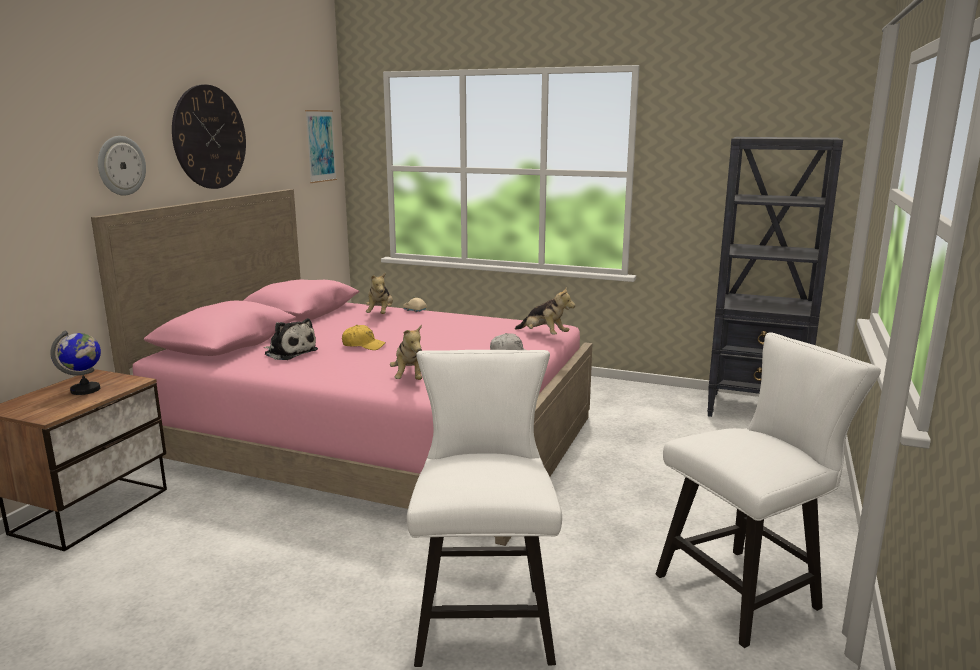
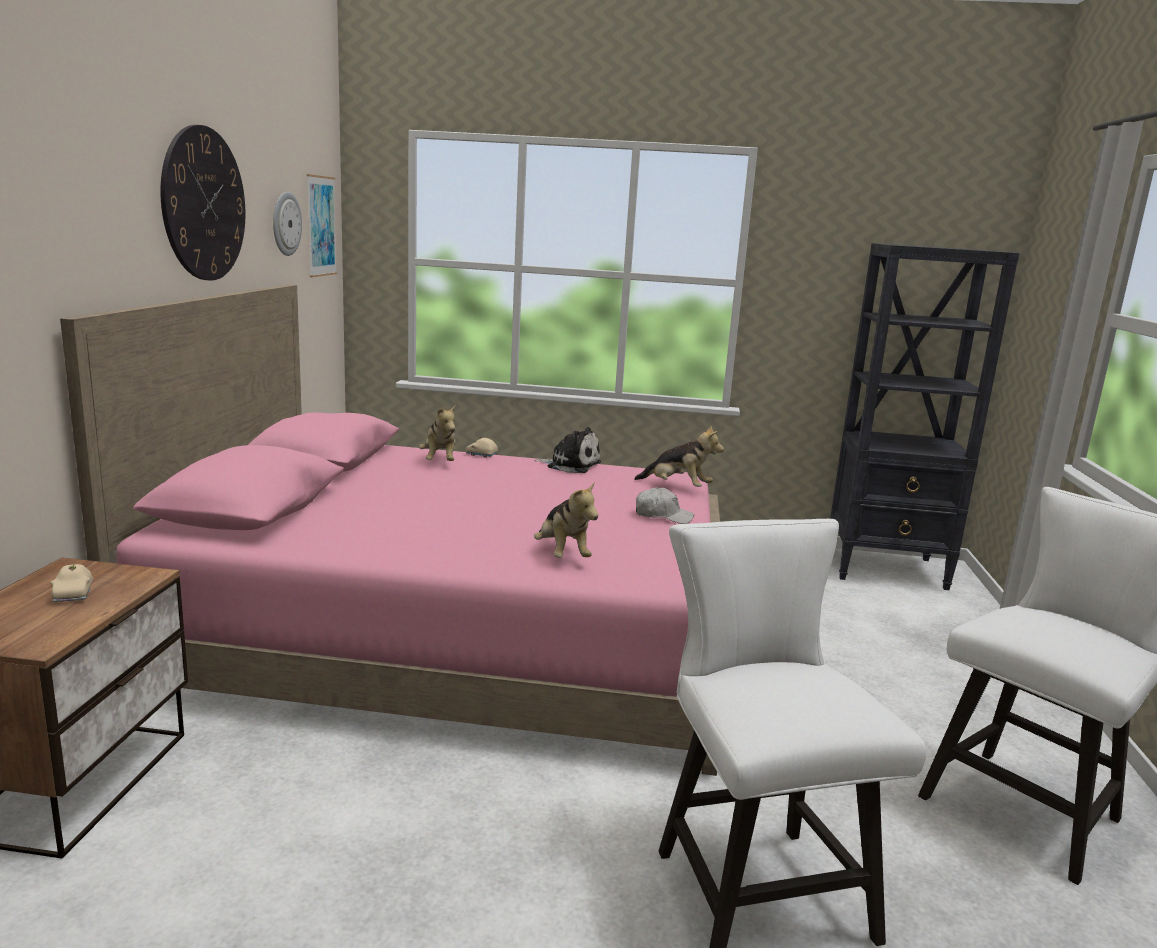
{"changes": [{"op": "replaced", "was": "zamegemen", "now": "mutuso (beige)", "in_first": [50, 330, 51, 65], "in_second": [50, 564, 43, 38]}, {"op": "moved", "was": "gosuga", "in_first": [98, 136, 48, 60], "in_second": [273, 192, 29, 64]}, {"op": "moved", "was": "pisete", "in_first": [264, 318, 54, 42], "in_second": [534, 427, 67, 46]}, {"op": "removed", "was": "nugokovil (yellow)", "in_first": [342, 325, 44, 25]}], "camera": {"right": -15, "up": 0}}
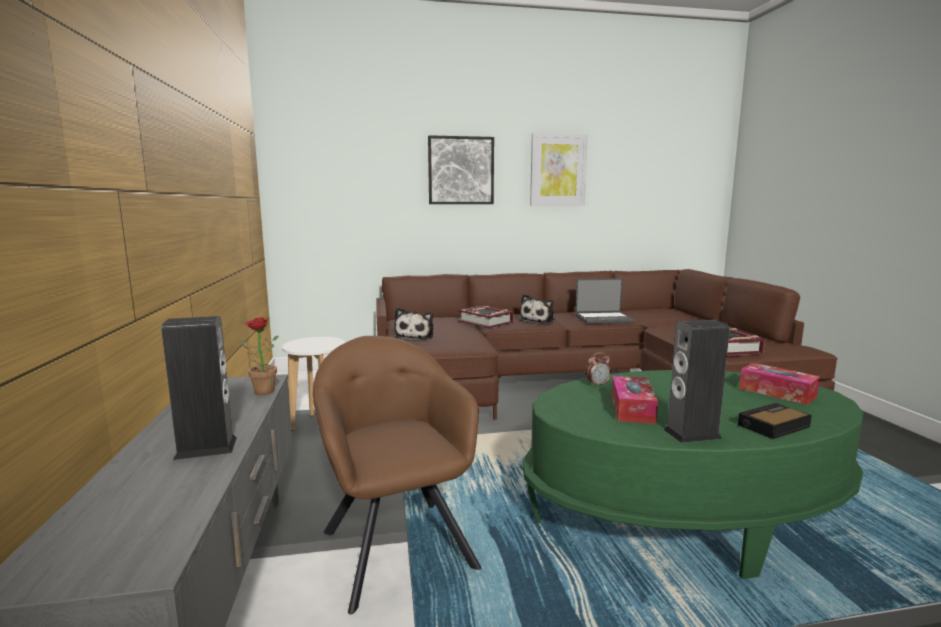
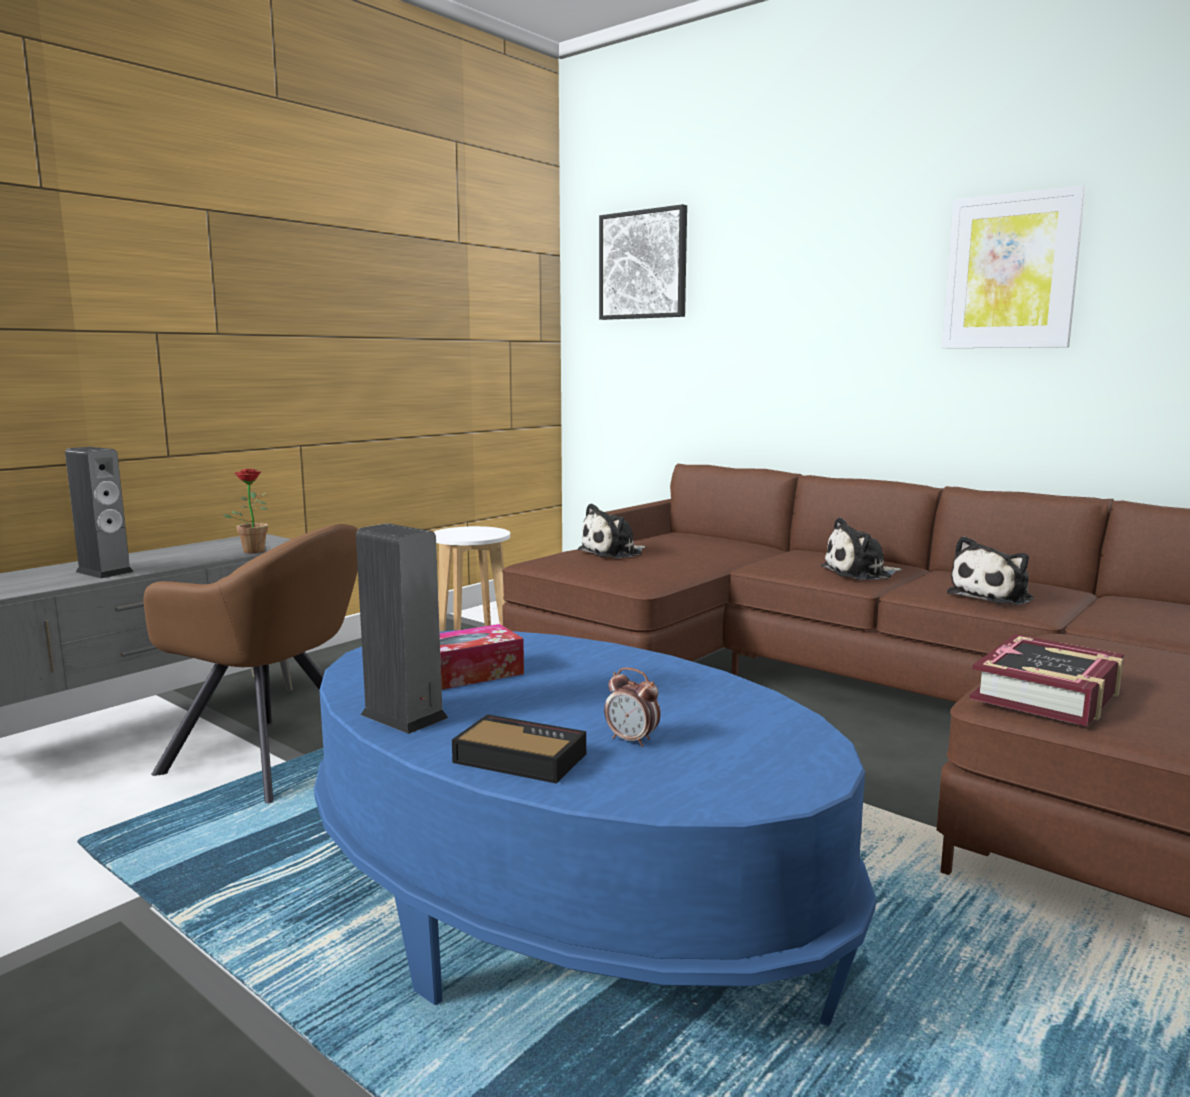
{"changes": [{"op": "turned", "was": "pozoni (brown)", "in_first": [313, 336, 168, 278], "in_second": [143, 524, 215, 279], "clockwise": 90}, {"op": "recoloured", "was": "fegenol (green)", "now": "fegenol (blue)", "in_first": [523, 370, 341, 209], "in_second": [314, 630, 562, 396]}, {"op": "moved", "was": "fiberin", "in_first": [428, 135, 66, 69], "in_second": [599, 204, 88, 116]}, {"op": "moved", "was": "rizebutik", "in_first": [586, 352, 25, 34], "in_second": [604, 668, 56, 79]}, {"op": "replaced", "was": "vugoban", "now": "pisete", "in_first": [575, 278, 59, 46], "in_second": [947, 536, 86, 69]}, {"op": "removed", "was": "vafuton", "in_first": [458, 306, 56, 23]}, {"op": "removed", "was": "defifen", "in_first": [739, 363, 81, 42]}], "camera": {"right": 50, "up": 0}}
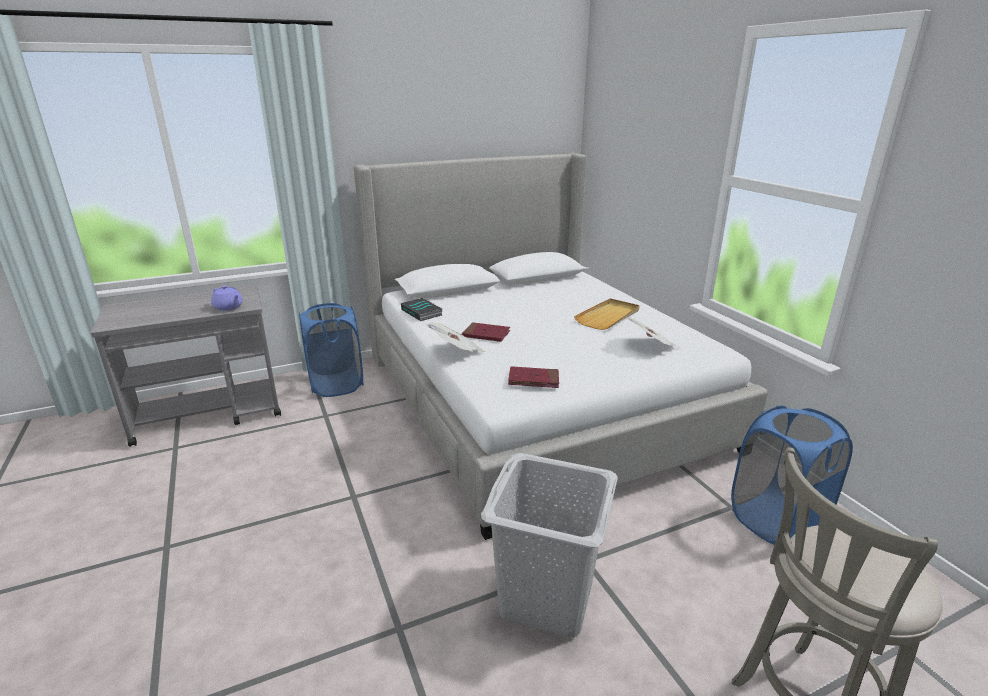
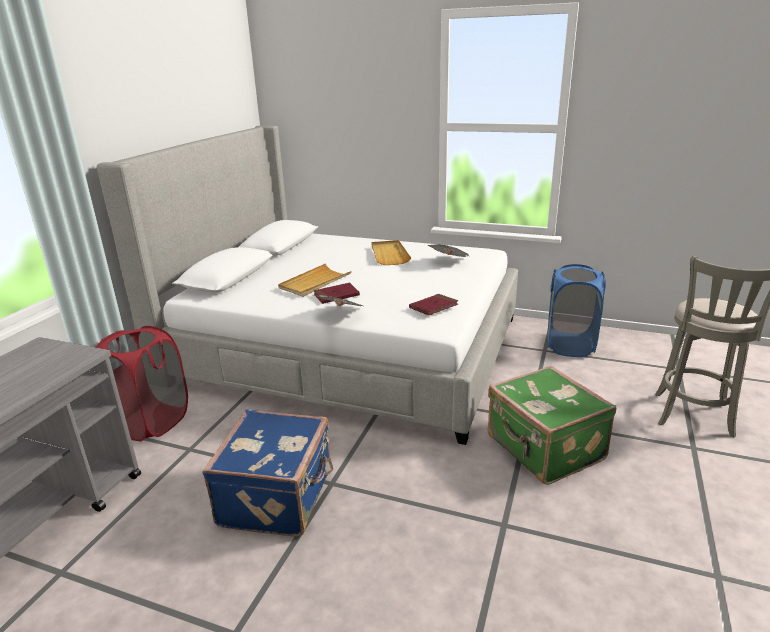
{"changes": [{"op": "recoloured", "was": "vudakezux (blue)", "now": "vudakezux (red)", "in_first": [299, 303, 64, 94], "in_second": [96, 326, 92, 115]}, {"op": "added", "now": "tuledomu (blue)", "in_second": [202, 409, 131, 128]}, {"op": "added", "now": "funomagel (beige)", "in_second": [278, 263, 74, 34]}, {"op": "replaced", "was": "vudakezux (grey)", "now": "tuledomu (green)", "in_first": [481, 453, 137, 185], "in_second": [488, 366, 128, 119]}, {"op": "removed", "was": "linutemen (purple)", "in_first": [211, 285, 32, 26]}, {"op": "removed", "was": "vafuton", "in_first": [401, 298, 41, 23]}], "camera": {"right": -45, "up": 0}}
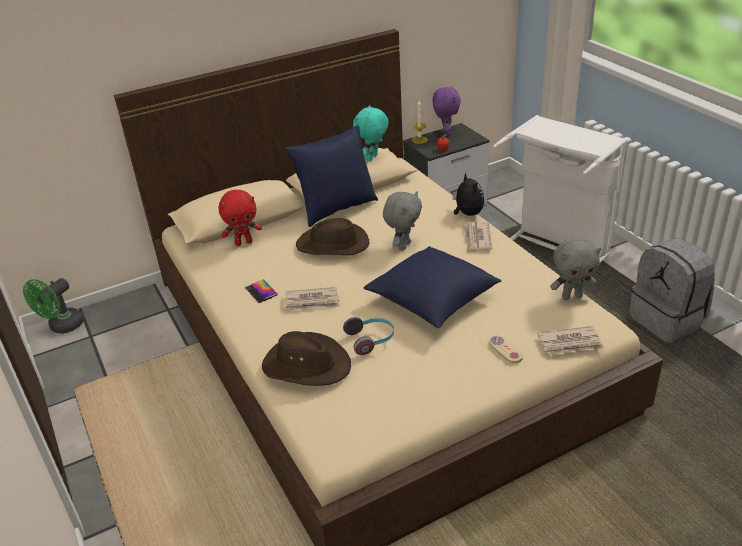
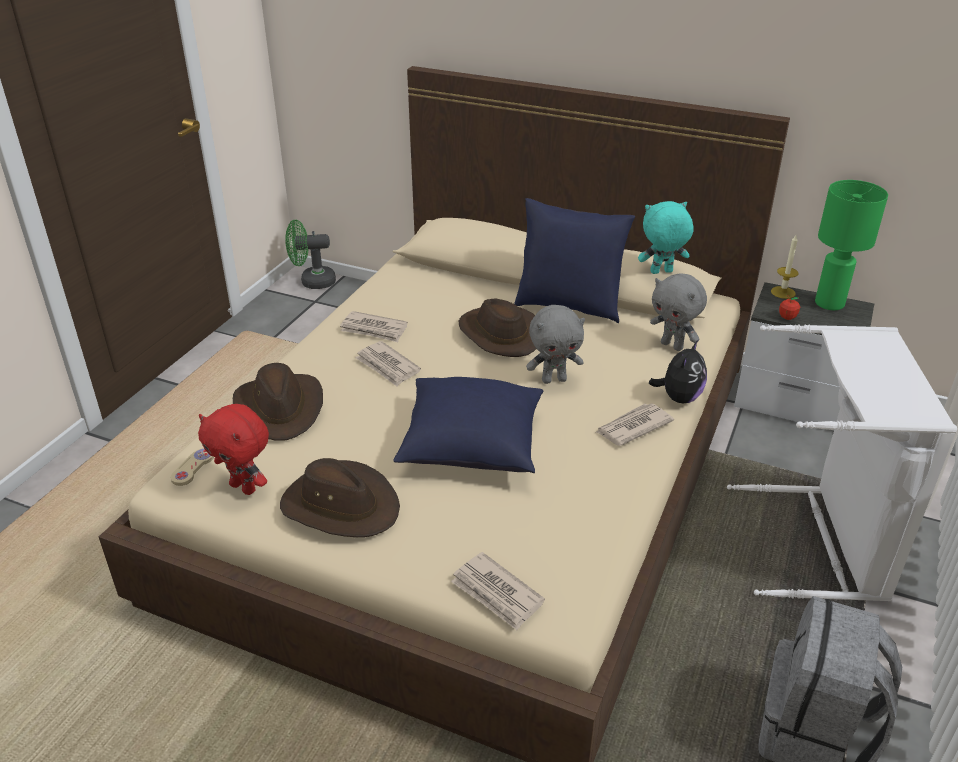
{"changes": [{"op": "moved", "was": "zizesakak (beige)", "in_first": [489, 336, 34, 27], "in_second": [171, 448, 43, 38]}, {"op": "moved", "was": "pisete (red)", "in_first": [219, 190, 43, 56], "in_second": [198, 404, 71, 91]}, {"op": "added", "now": "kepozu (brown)", "in_second": [280, 458, 120, 79]}, {"op": "replaced", "was": "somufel", "now": "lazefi", "in_first": [245, 279, 33, 24], "in_second": [340, 311, 68, 31]}, {"op": "moved", "was": "pisete (grey)", "in_first": [550, 237, 51, 63], "in_second": [650, 273, 57, 78]}, {"op": "replaced", "was": "pisete (purple)", "now": "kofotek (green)", "in_first": [433, 86, 28, 50], "in_second": [815, 180, 73, 130]}, {"op": "removed", "was": "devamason", "in_first": [343, 317, 51, 38]}], "camera": {"right": 50, "up": 0}}
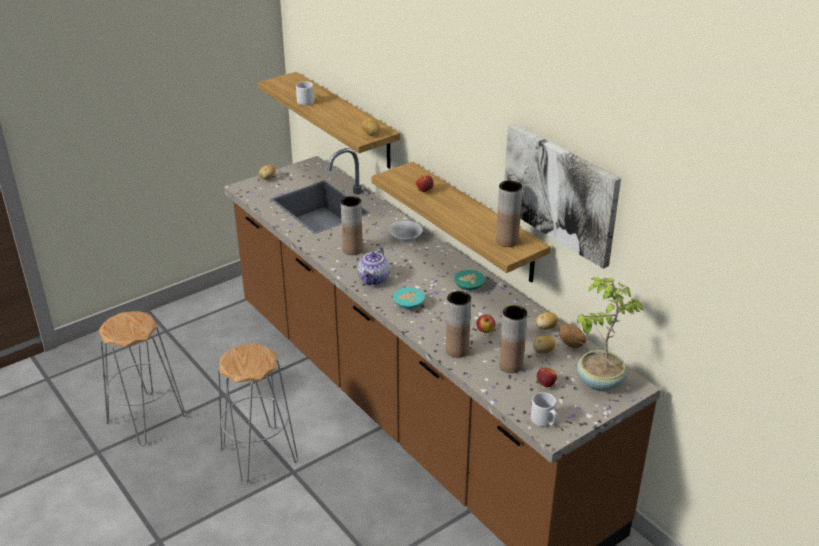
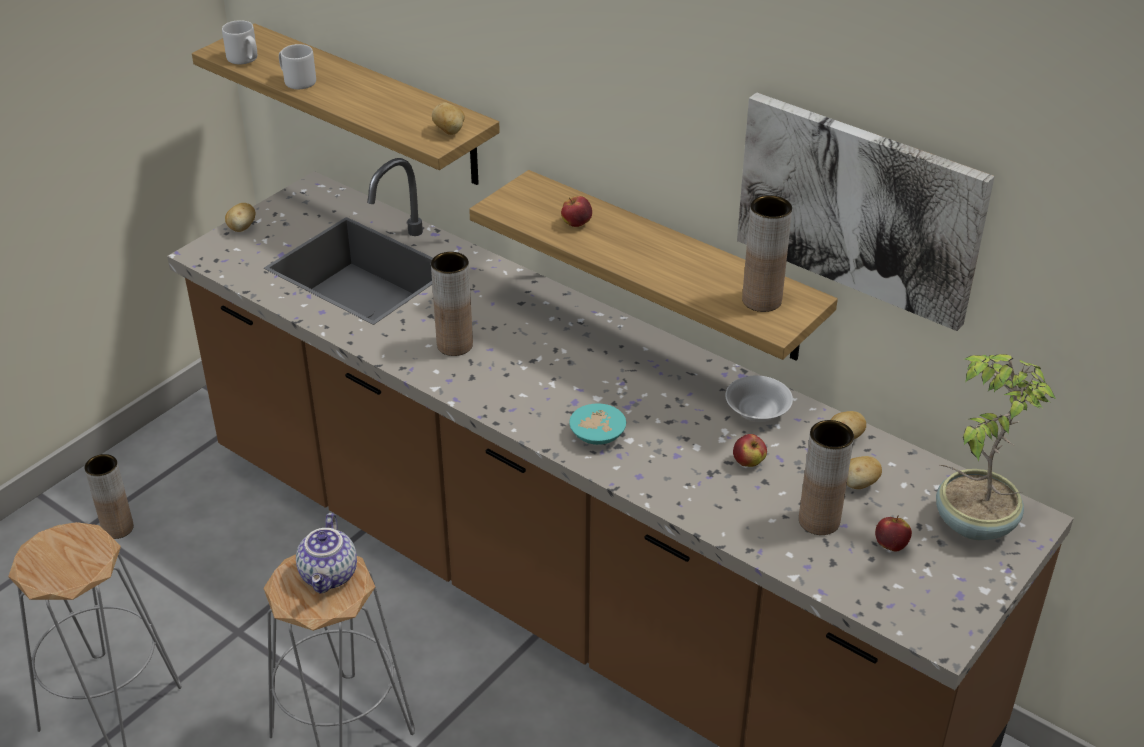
{"changes": [{"op": "moved", "was": "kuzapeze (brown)", "in_first": [446, 291, 25, 67], "in_second": [84, 454, 50, 85]}, {"op": "moved", "was": "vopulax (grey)", "in_first": [531, 393, 26, 34], "in_second": [222, 20, 35, 44]}, {"op": "moved", "was": "linutemen", "in_first": [358, 247, 32, 38], "in_second": [296, 513, 61, 81]}, {"op": "moved", "was": "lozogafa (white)", "in_first": [388, 221, 35, 21], "in_second": [725, 376, 68, 46]}, {"op": "removed", "was": "lozogafa (turquoise)", "in_first": [454, 270, 31, 20]}, {"op": "removed", "was": "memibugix", "in_first": [559, 324, 27, 24]}], "camera": {"right": -15, "up": 5}}
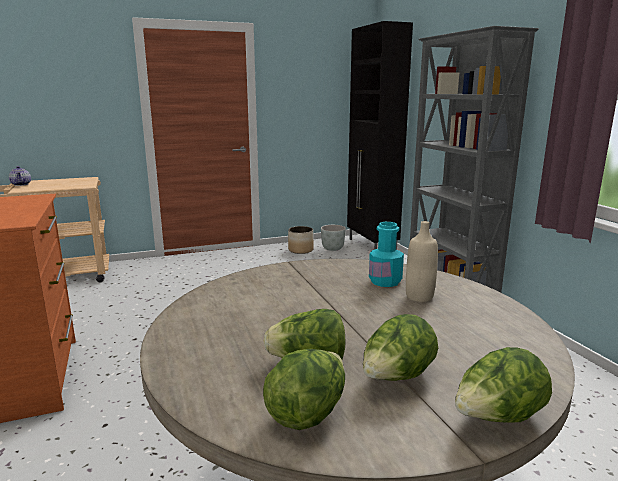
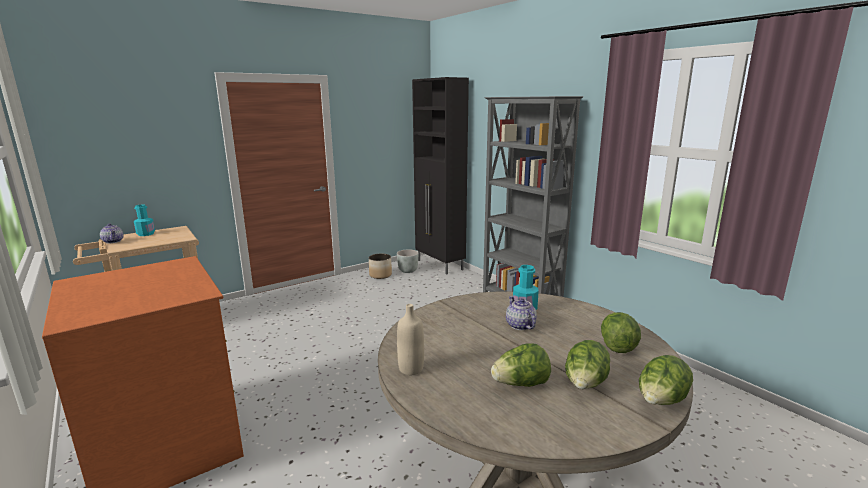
{"changes": [{"op": "added", "now": "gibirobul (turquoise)", "in_second": [134, 205, 21, 31]}, {"op": "moved", "was": "gibirobul (beige)", "in_first": [406, 221, 32, 81], "in_second": [397, 304, 27, 71]}, {"op": "added", "now": "linutemen", "in_second": [506, 296, 31, 34]}, {"op": "moved", "was": "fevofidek", "in_first": [263, 349, 82, 81], "in_second": [601, 312, 40, 41]}], "camera": {"right": -15, "up": 0}}
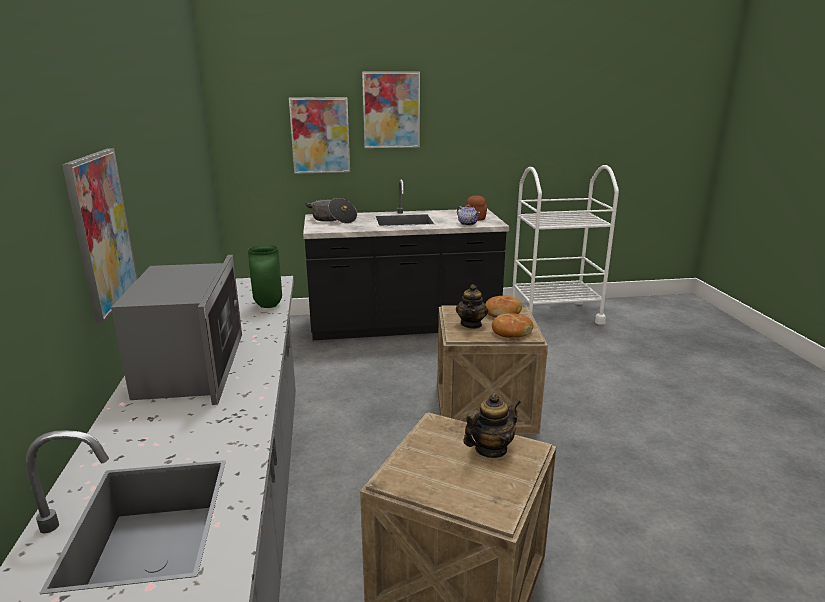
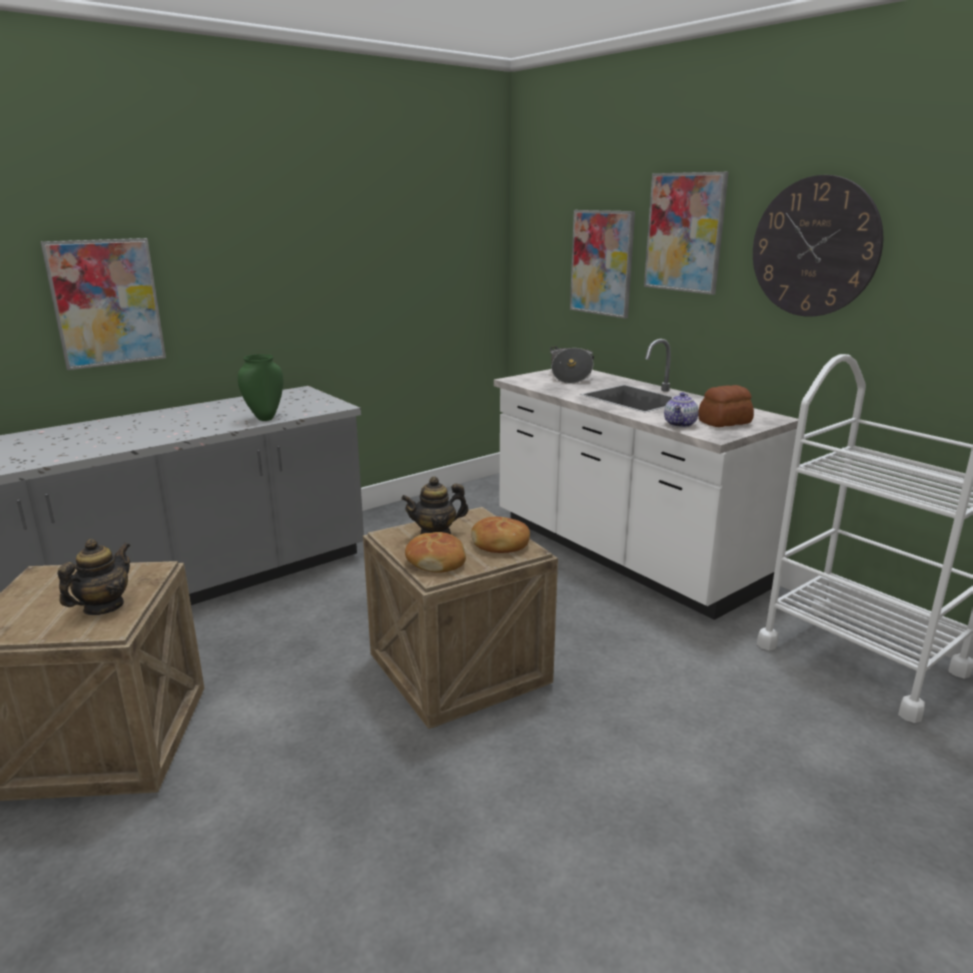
{"changes": [{"op": "turned", "was": "linutemen", "in_first": [463, 393, 58, 65], "in_second": [58, 539, 73, 76], "clockwise": -90}, {"op": "recoloured", "was": "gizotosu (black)", "now": "gizotosu (white)", "in_first": [303, 179, 206, 161], "in_second": [494, 339, 304, 281]}, {"op": "added", "now": "gosuga", "in_second": [753, 175, 130, 142]}, {"op": "removed", "was": "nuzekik", "in_first": [111, 255, 131, 150]}], "camera": {"right": 60, "up": 0}}
